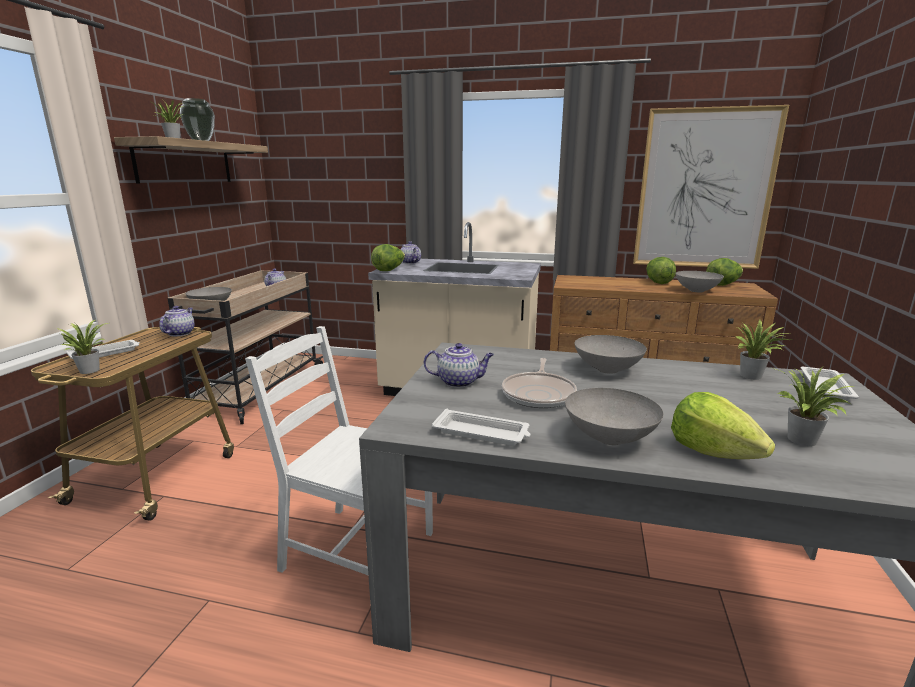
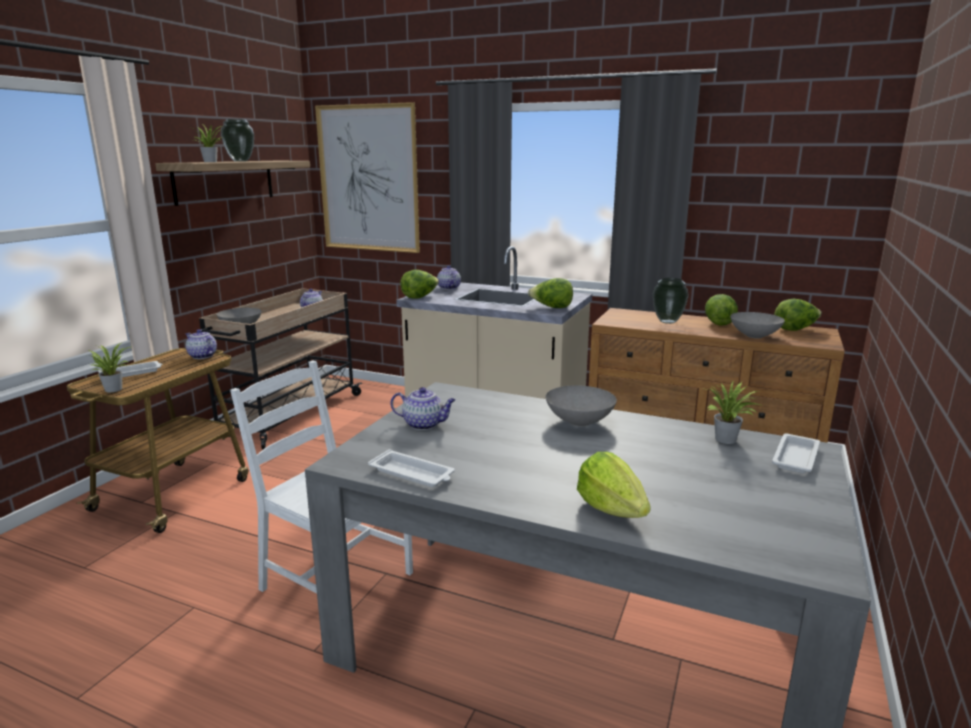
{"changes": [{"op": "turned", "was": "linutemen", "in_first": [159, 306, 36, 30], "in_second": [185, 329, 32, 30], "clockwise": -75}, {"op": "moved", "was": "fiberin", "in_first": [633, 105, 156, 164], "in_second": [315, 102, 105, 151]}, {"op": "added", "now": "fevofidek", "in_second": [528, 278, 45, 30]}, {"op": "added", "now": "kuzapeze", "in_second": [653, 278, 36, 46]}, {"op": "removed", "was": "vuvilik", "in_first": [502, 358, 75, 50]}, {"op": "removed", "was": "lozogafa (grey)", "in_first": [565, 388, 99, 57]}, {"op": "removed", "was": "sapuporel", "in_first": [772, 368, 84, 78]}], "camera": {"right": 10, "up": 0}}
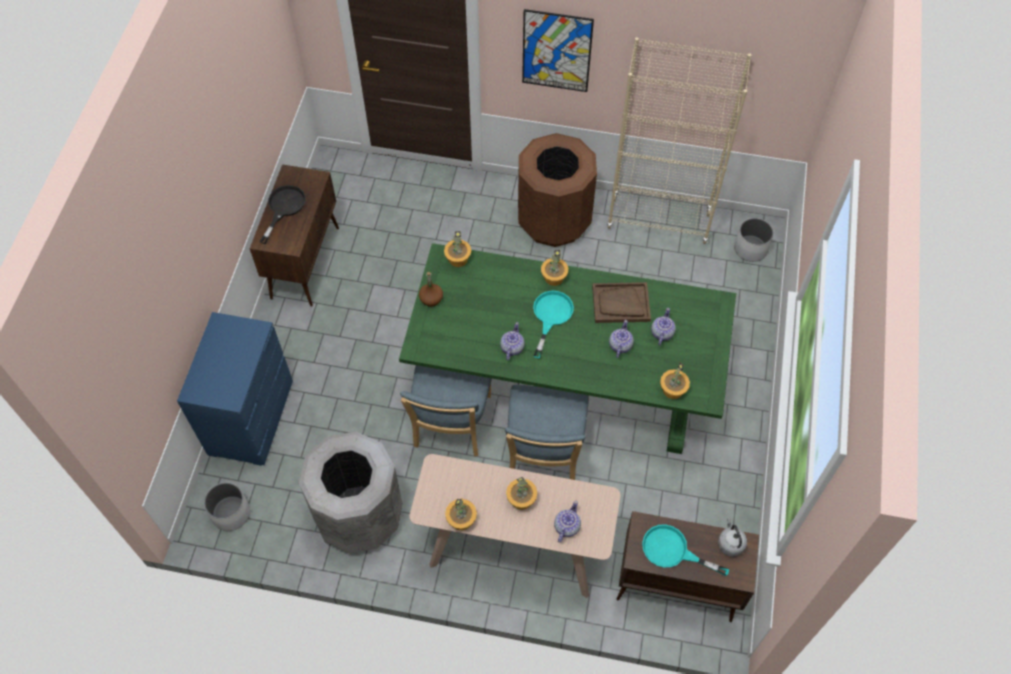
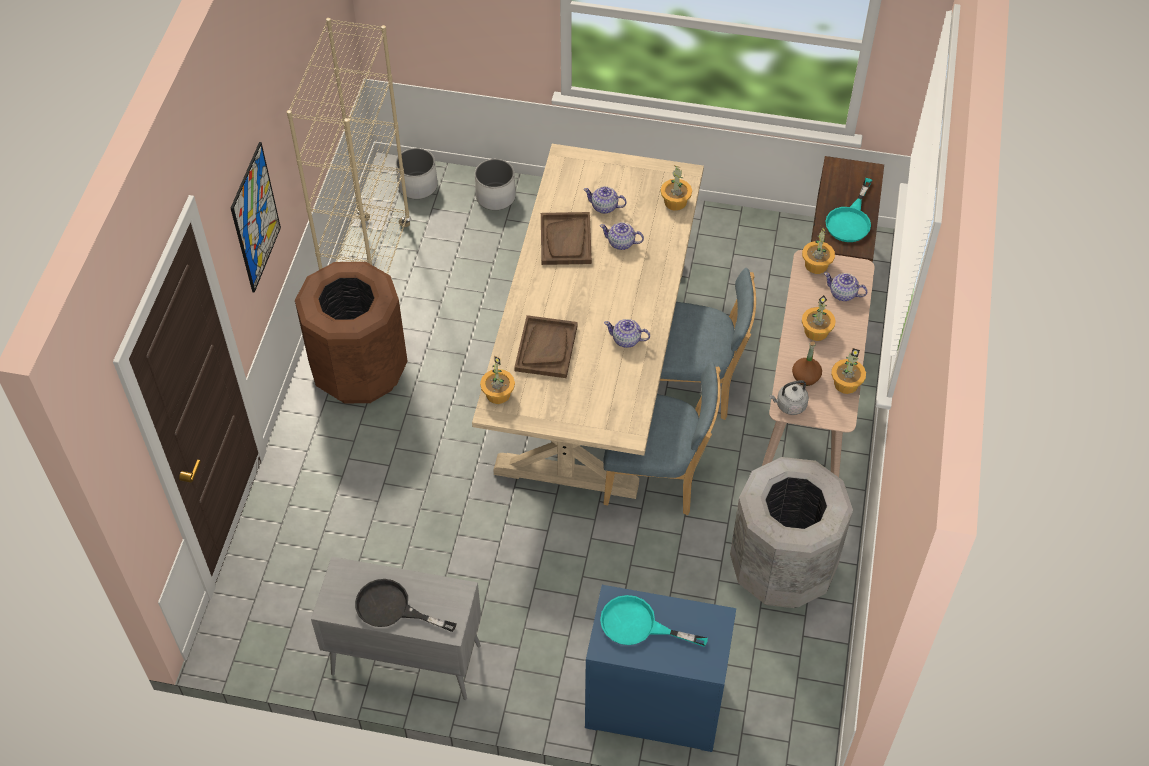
{"changes": [{"op": "recoloured", "was": "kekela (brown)", "now": "kekela (grey)", "in_first": [250, 164, 89, 142], "in_second": [311, 556, 170, 144]}, {"op": "recoloured", "was": "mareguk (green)", "now": "mareguk (beige)", "in_first": [399, 243, 337, 211], "in_second": [472, 144, 232, 355]}, {"op": "moved", "was": "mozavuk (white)", "in_first": [204, 482, 46, 49], "in_second": [475, 159, 41, 51]}, {"op": "added", "now": "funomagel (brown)", "in_second": [514, 315, 64, 63]}, {"op": "moved", "was": "vuvilik (turquoise)", "in_first": [533, 291, 41, 67], "in_second": [600, 595, 108, 52]}, {"op": "moved", "was": "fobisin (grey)", "in_first": [718, 518, 29, 39], "in_second": [769, 380, 40, 35]}, {"op": "moved", "was": "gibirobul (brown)", "in_first": [419, 272, 24, 35], "in_second": [792, 342, 30, 44]}, {"op": "moved", "was": "sapuporel", "in_first": [541, 250, 27, 36], "in_second": [802, 226, 33, 48]}], "camera": {"right": -90, "up": -5}}
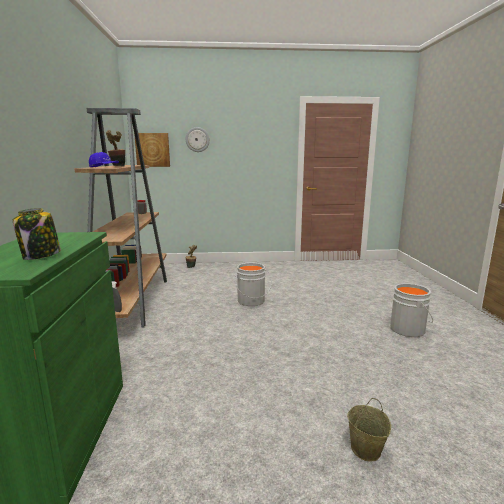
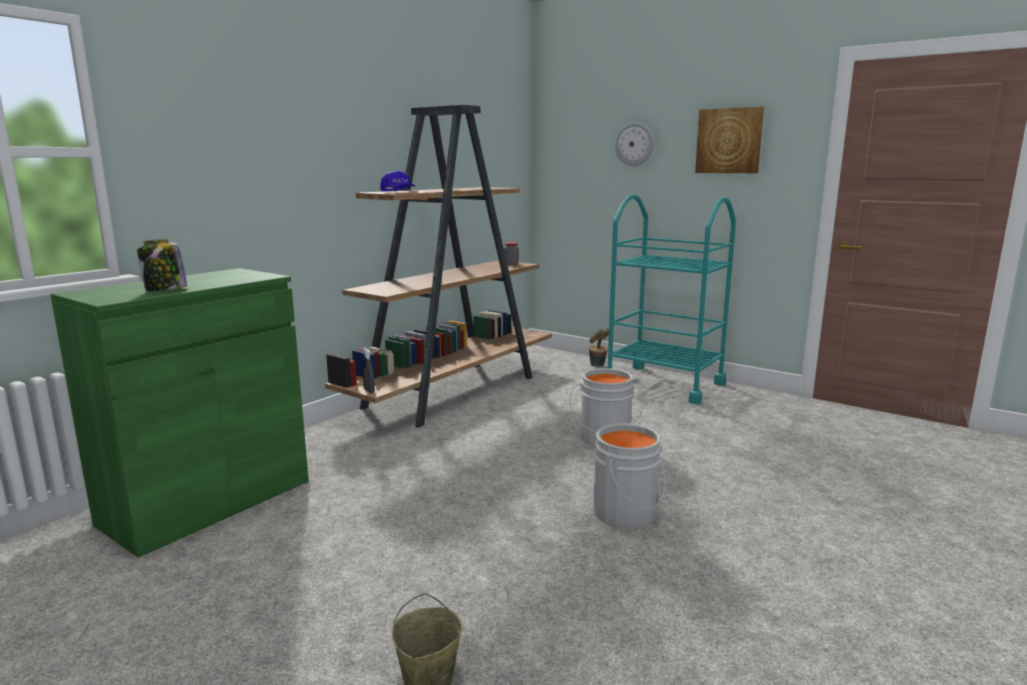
{"changes": [{"op": "moved", "was": "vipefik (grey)", "in_first": [390, 283, 43, 54], "in_second": [593, 423, 73, 106]}, {"op": "added", "now": "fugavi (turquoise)", "in_second": [608, 194, 128, 210]}, {"op": "moved", "was": "fiberin", "in_first": [134, 133, 36, 34], "in_second": [695, 106, 69, 67]}, {"op": "removed", "was": "sapuporel", "in_first": [106, 130, 19, 37]}], "camera": {"right": 40, "up": 0}}
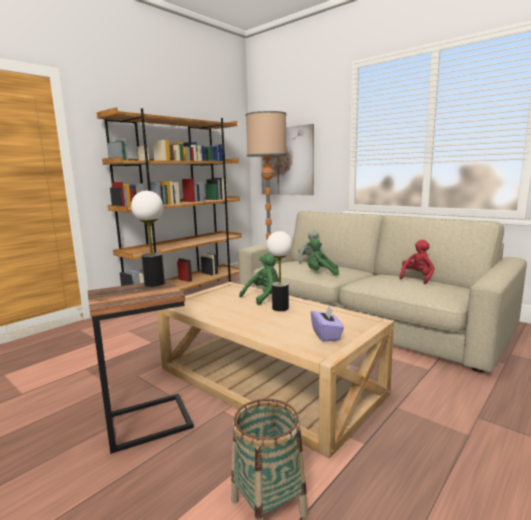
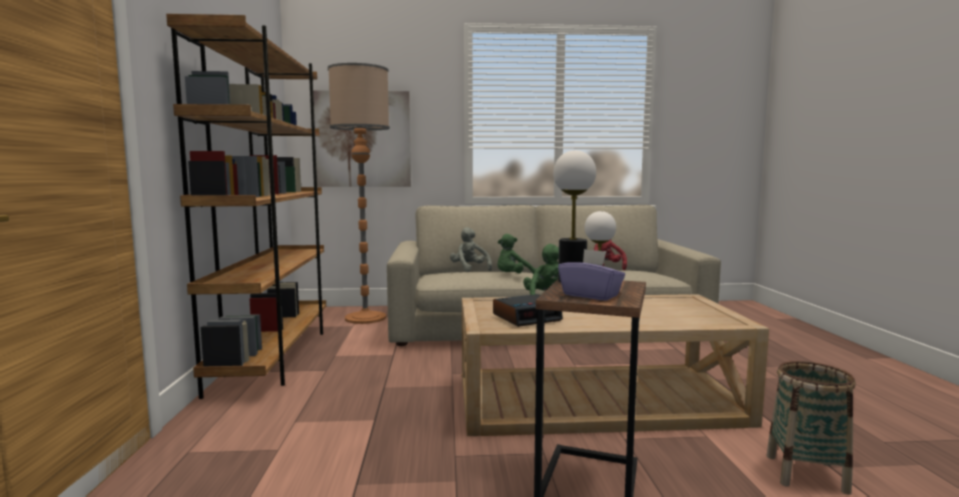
{"changes": [{"op": "added", "now": "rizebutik", "in_second": [493, 294, 70, 33]}, {"op": "moved", "was": "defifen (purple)", "in_first": [311, 306, 33, 36], "in_second": [558, 249, 67, 52]}], "camera": {"right": -45, "up": -5}}
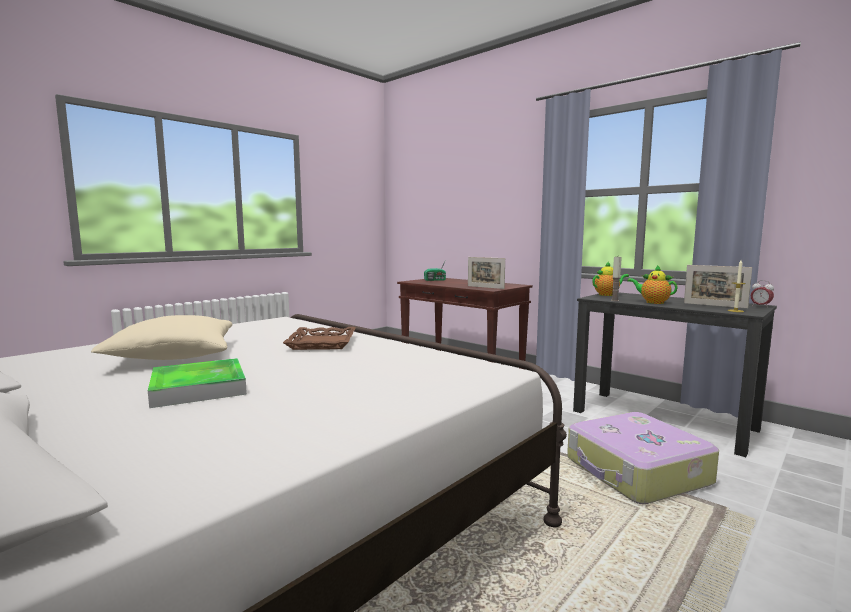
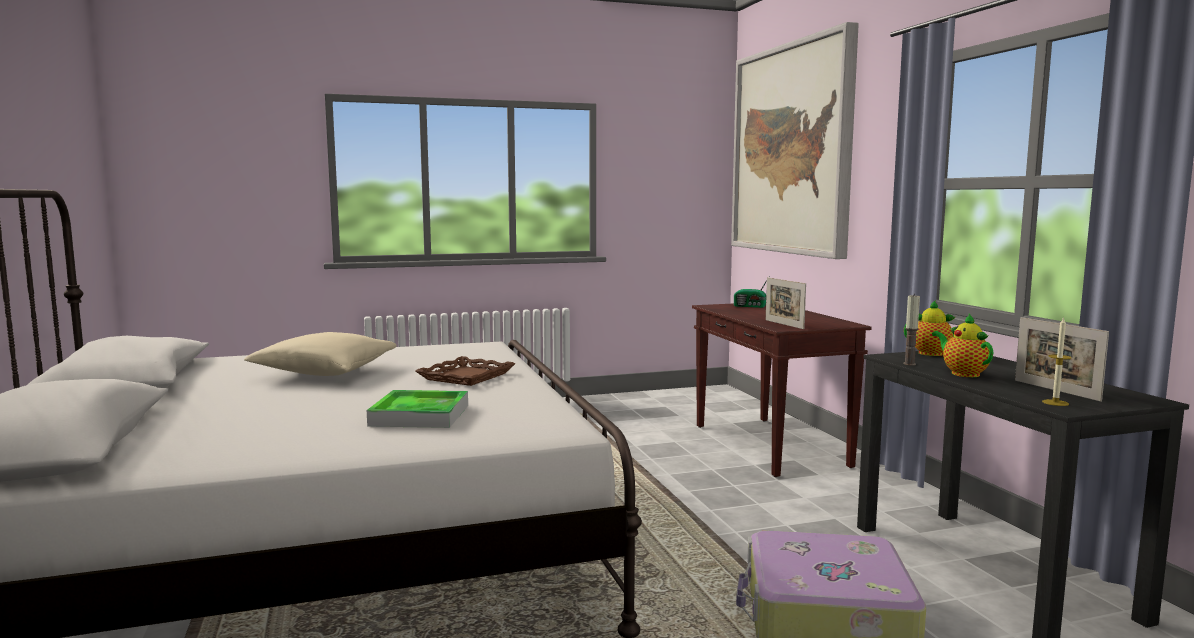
{"changes": [{"op": "moved", "was": "funomagel", "in_first": [148, 358, 99, 50], "in_second": [367, 390, 101, 38]}, {"op": "added", "now": "fiberin", "in_second": [731, 22, 128, 237]}, {"op": "removed", "was": "rizebutik", "in_first": [751, 280, 23, 28]}], "camera": {"right": 30, "up": 0}}
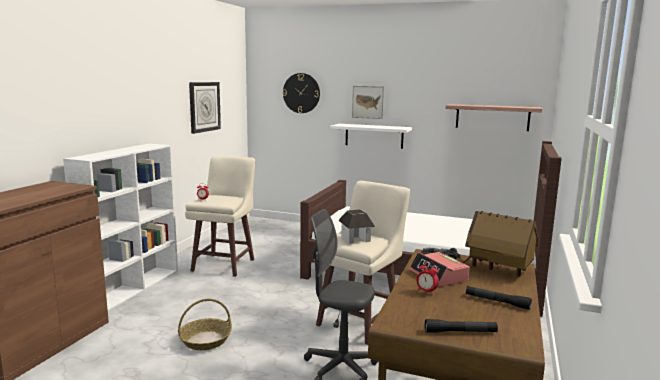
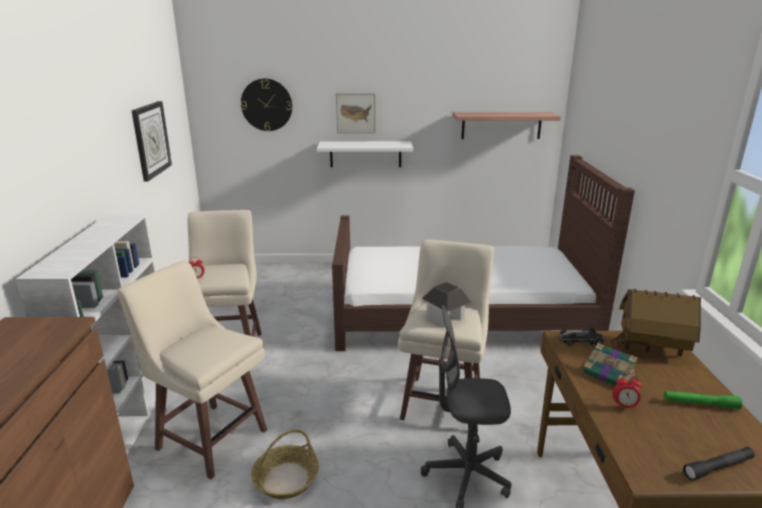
{"changes": [{"op": "added", "now": "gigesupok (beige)", "in_second": [117, 261, 150, 218]}, {"op": "replaced", "was": "rizebutik", "now": "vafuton", "in_first": [409, 252, 60, 35], "in_second": [583, 343, 55, 43]}, {"op": "recoloured", "was": "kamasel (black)", "now": "kamasel (green)", "in_first": [466, 286, 66, 24], "in_second": [664, 391, 78, 18]}], "camera": {"right": -20, "up": 10}}
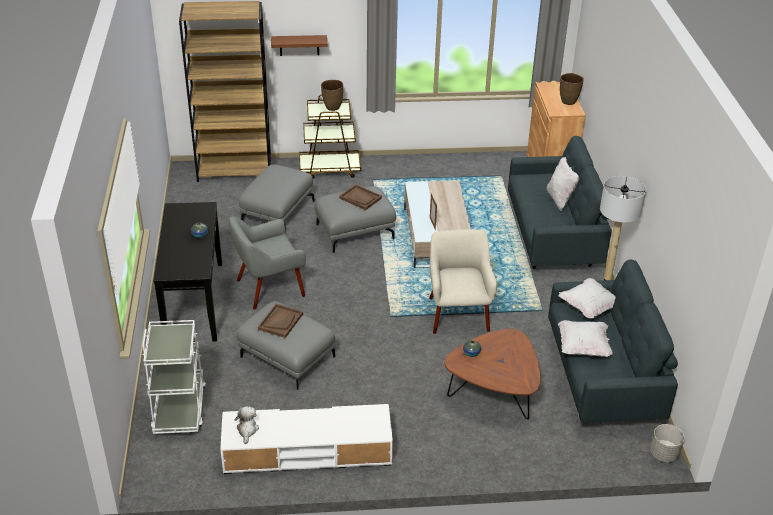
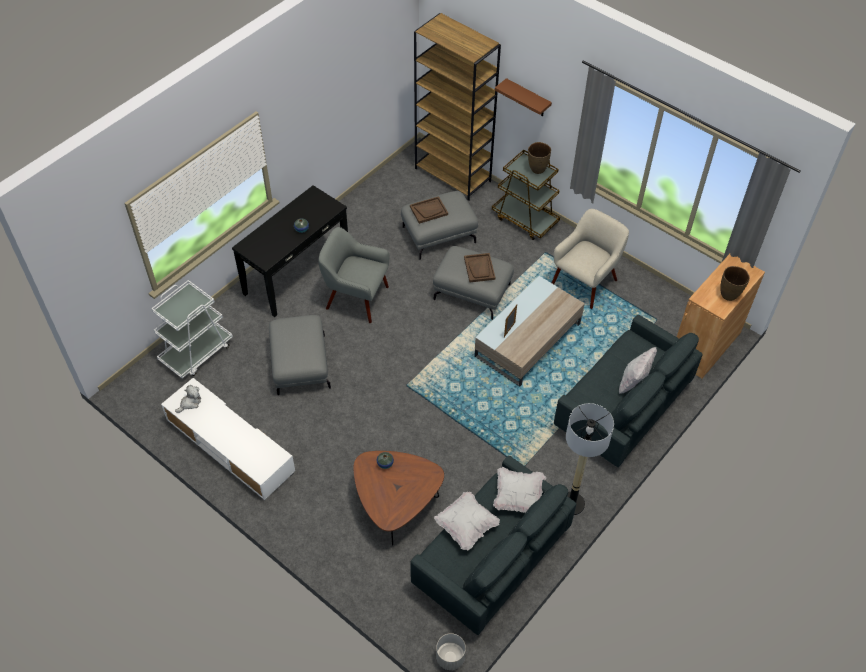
{"changes": [{"op": "moved", "was": "funomagel (brown)", "in_first": [258, 304, 45, 34], "in_second": [410, 196, 38, 28]}, {"op": "moved", "was": "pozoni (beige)", "in_first": [429, 229, 68, 105], "in_second": [552, 209, 77, 100]}], "camera": {"right": 45, "up": 15}}
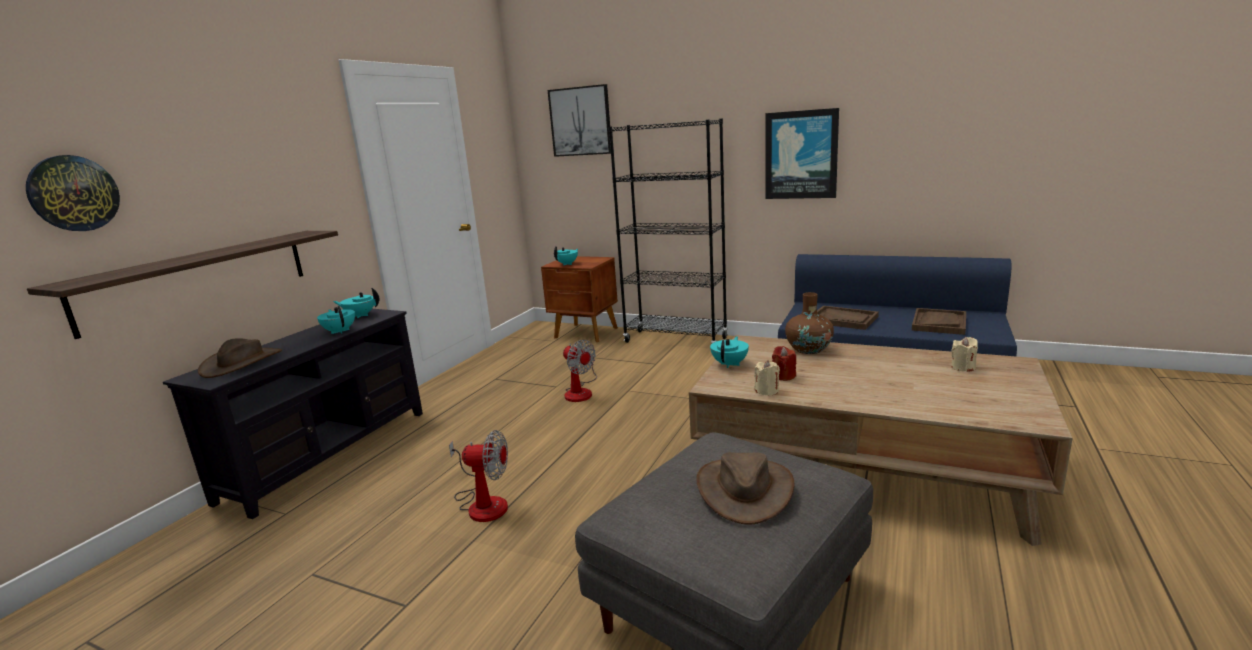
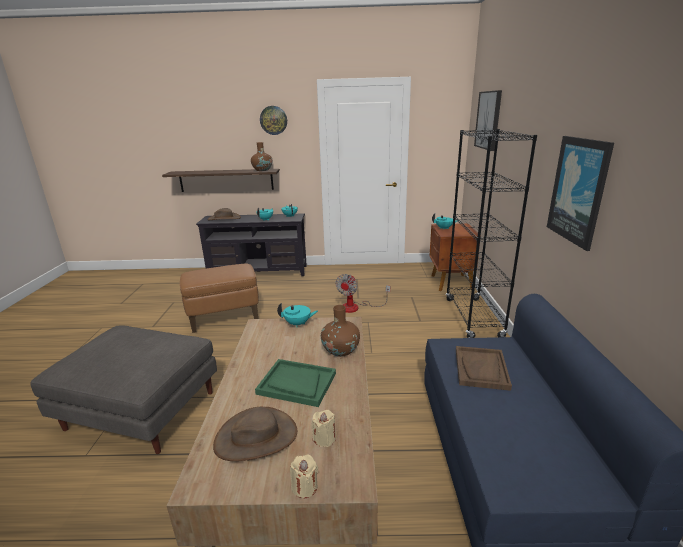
{"changes": [{"op": "replaced", "was": "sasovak", "now": "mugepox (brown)", "in_first": [449, 430, 59, 92], "in_second": [180, 264, 79, 69]}, {"op": "moved", "was": "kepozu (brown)", "in_first": [696, 452, 98, 72], "in_second": [213, 407, 85, 54]}, {"op": "added", "now": "kuzapeze (brown)", "in_second": [251, 142, 21, 29]}, {"op": "added", "now": "funomagel (green)", "in_second": [255, 359, 81, 48]}, {"op": "moved", "was": "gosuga", "in_first": [26, 155, 94, 76], "in_second": [260, 106, 27, 29]}, {"op": "moved", "was": "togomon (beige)", "in_first": [754, 360, 26, 36], "in_second": [290, 454, 28, 44]}, {"op": "removed", "was": "togomon (red)", "in_first": [772, 346, 24, 35]}, {"op": "removed", "was": "funomagel (brown)", "in_first": [912, 308, 54, 27]}], "camera": {"right": 65, "up": 5}}
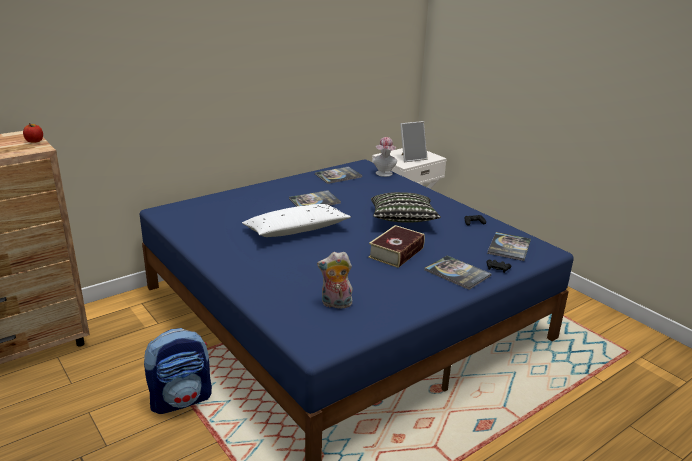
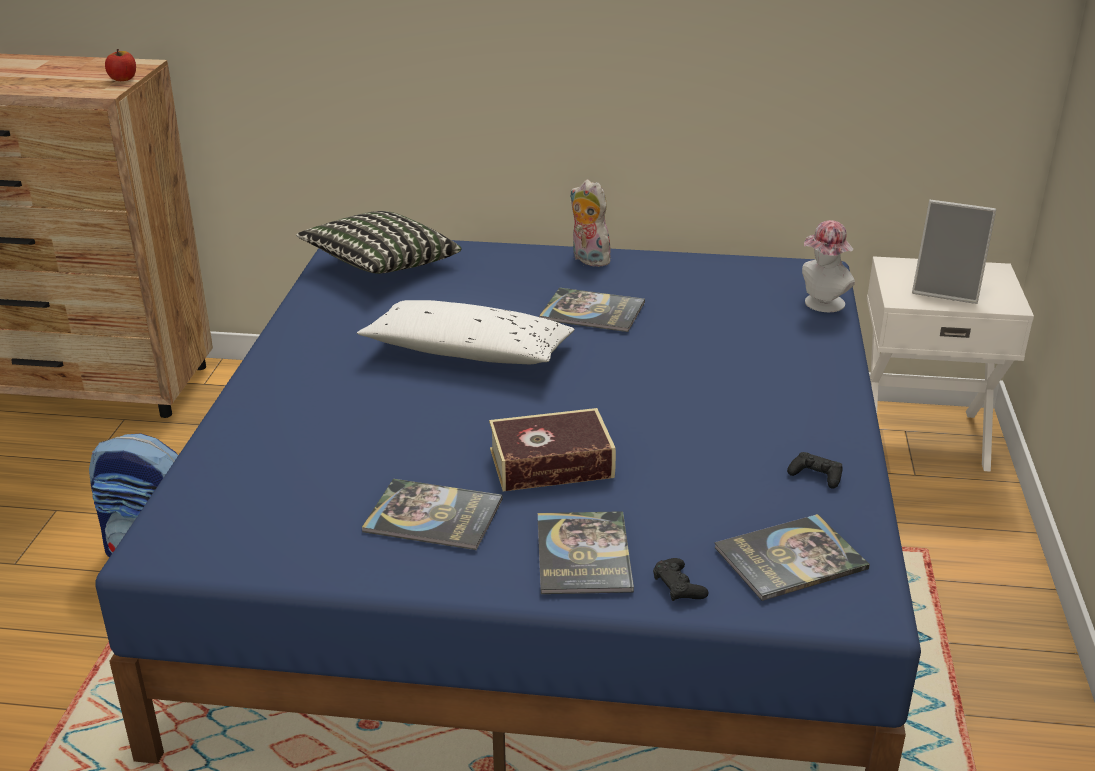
{"changes": [{"op": "moved", "was": "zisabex", "in_first": [371, 192, 70, 31], "in_second": [296, 211, 166, 63]}, {"op": "moved", "was": "vafuton", "in_first": [315, 167, 47, 17], "in_second": [362, 479, 141, 71]}, {"op": "moved", "was": "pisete", "in_first": [317, 252, 36, 56], "in_second": [570, 179, 45, 88]}], "camera": {"right": 45, "up": 5}}
